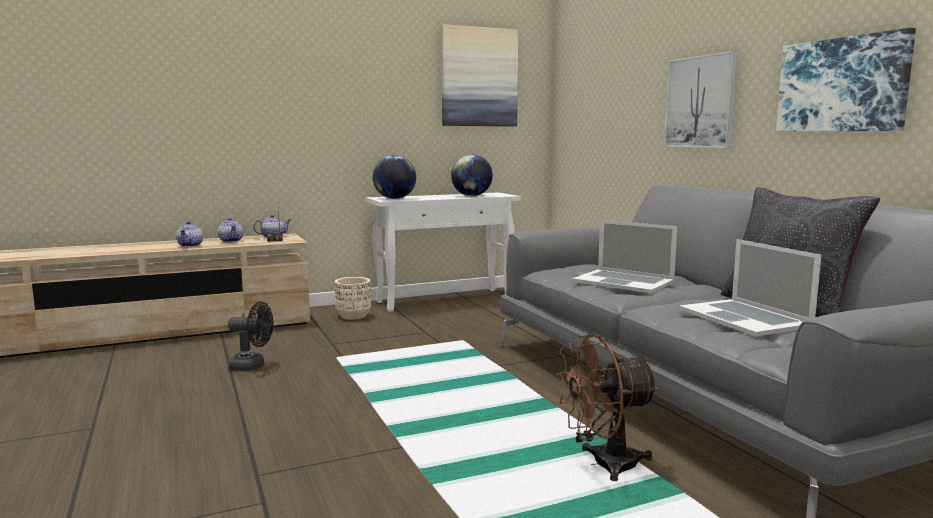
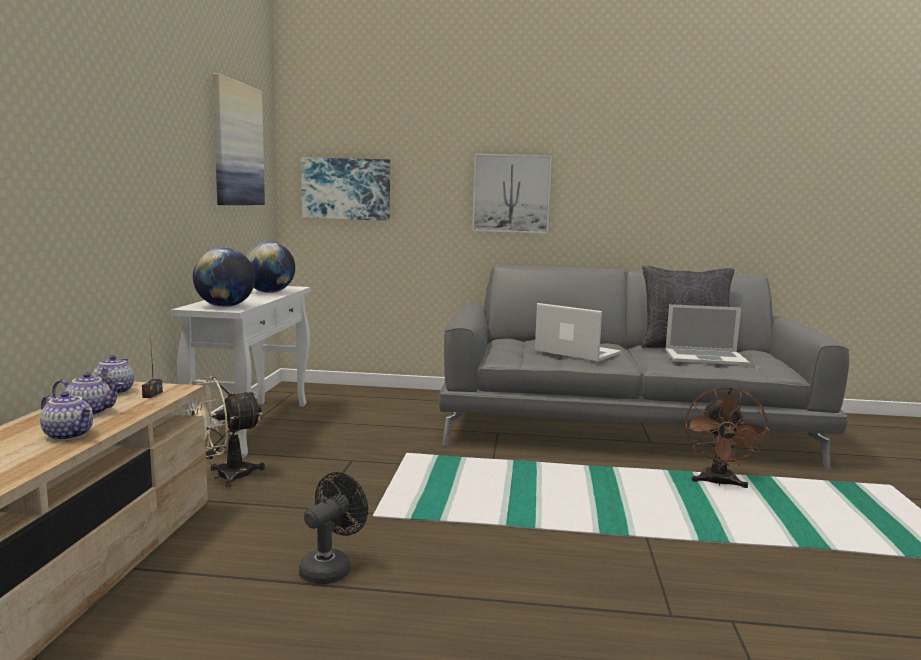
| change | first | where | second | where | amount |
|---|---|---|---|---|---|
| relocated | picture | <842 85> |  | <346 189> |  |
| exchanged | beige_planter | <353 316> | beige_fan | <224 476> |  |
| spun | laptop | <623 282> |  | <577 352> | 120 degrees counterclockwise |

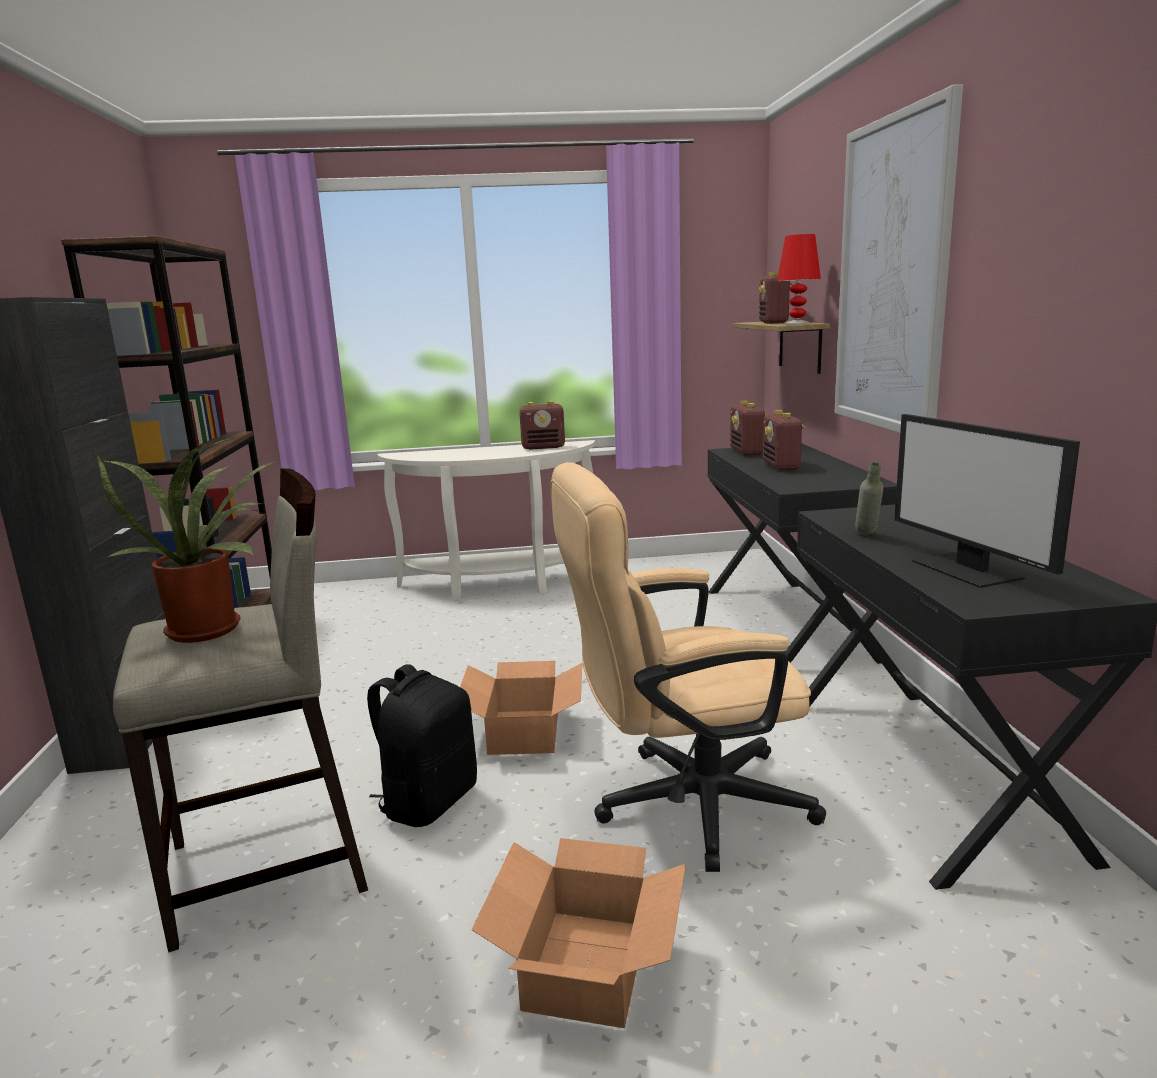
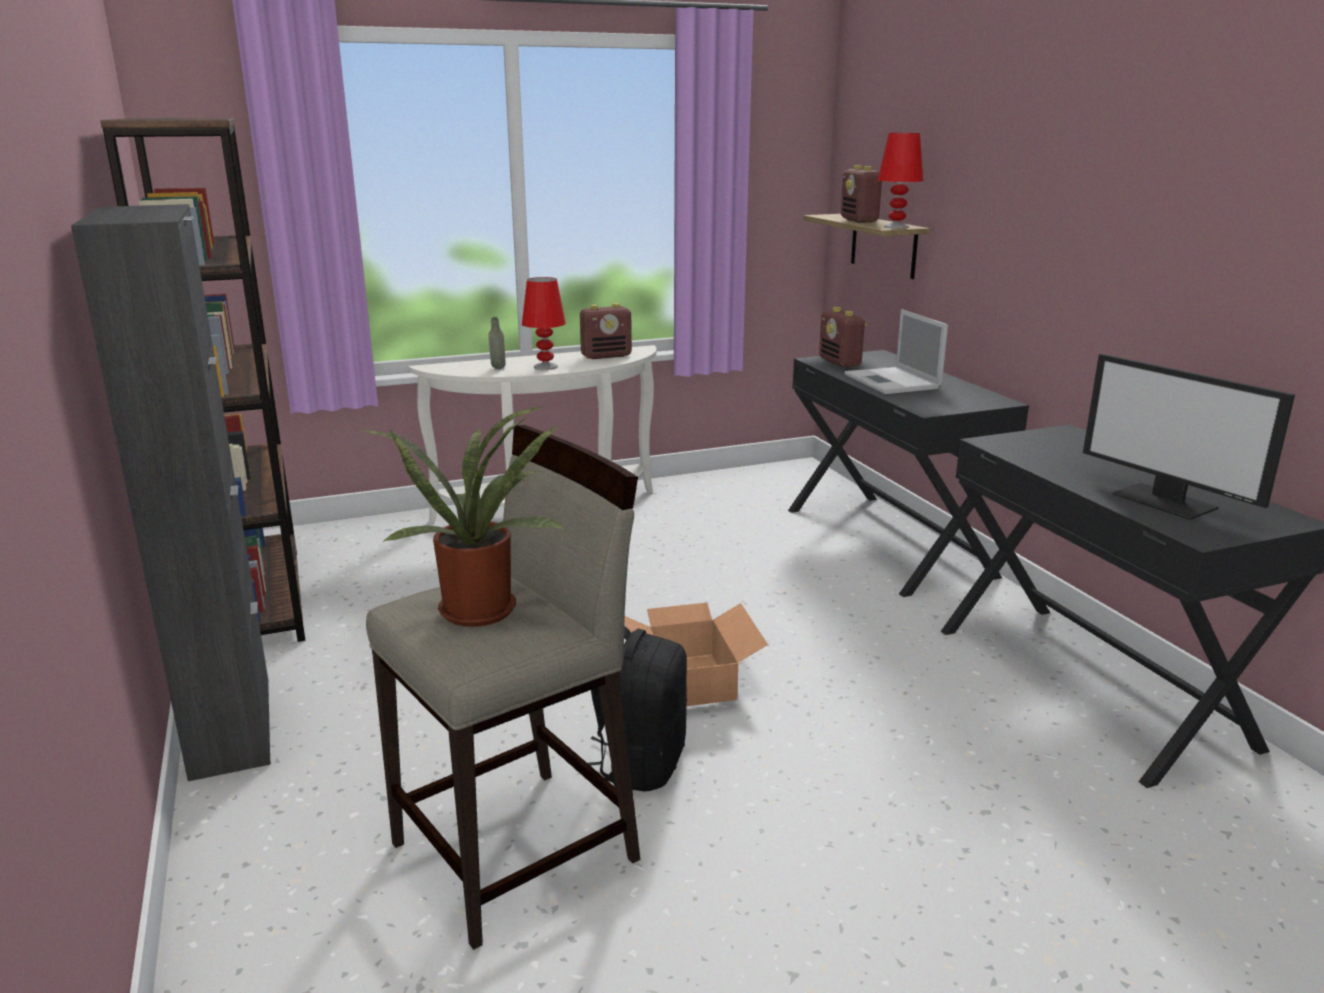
| change | first | where | second | where | amount |
|---|---|---|---|---|---|
| missing | cardboard_box | <584 967> |  |  |  |
| missing | beige_office_chair | <683 805> |  |  |  |
| missing | picture | <892 276> |  |  |  |
| appeared |  |  | red_table_lamp | <545 367> |  |
| relocated | grey_bottle | <867 536> |  | <498 369> |  |
| exchanged | radio | <781 466> | laptop | <893 382> |  |

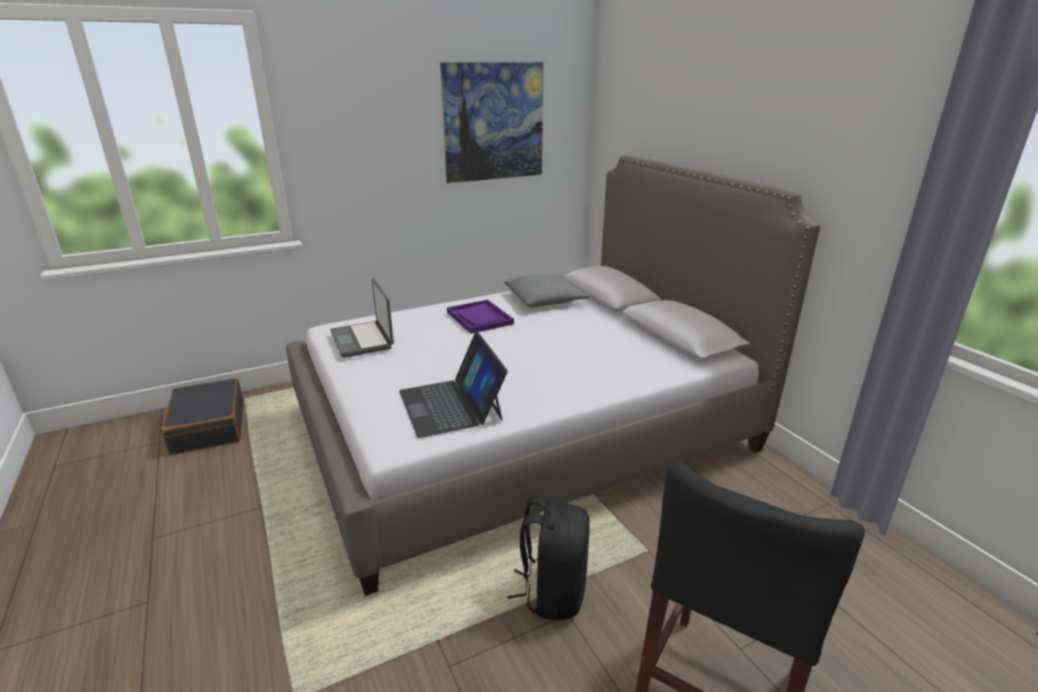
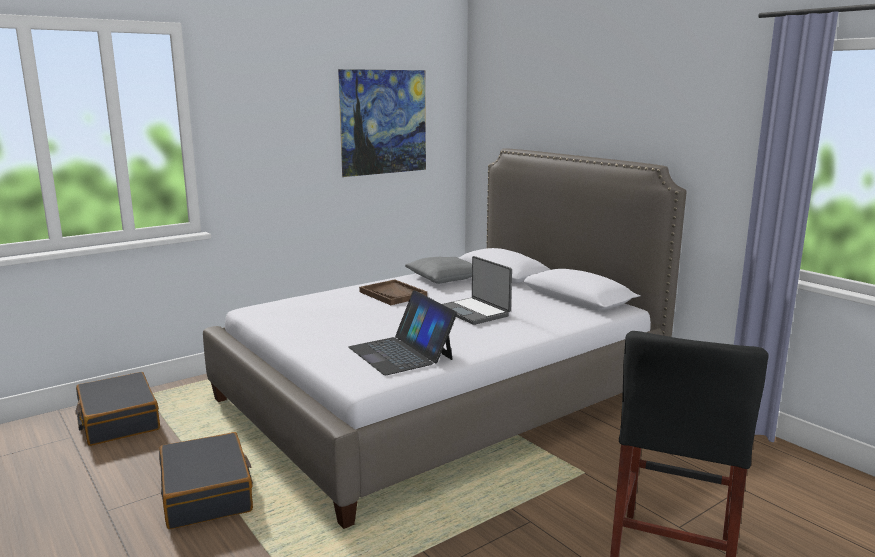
| change | first | where | second | where | amount |
|---|---|---|---|---|---|
| missing | black_backpack | <552 591> |  |  |  |
| appeared |  |  | black_suitcase | <207 493> |  |
| relocated | laptop | <363 340> |  | <474 312> |  |
| colour | purple_tray | <480 318> | brown_tray | <393 294> |  |

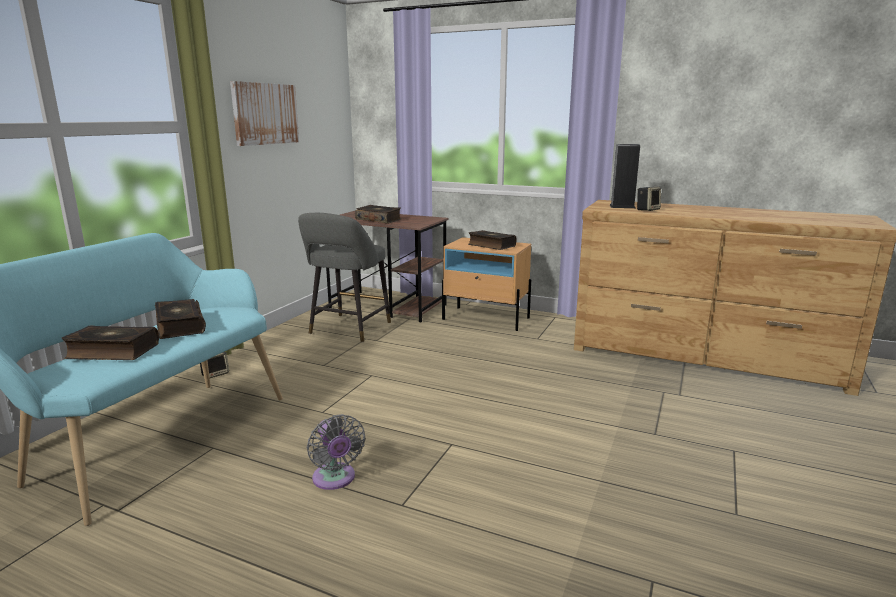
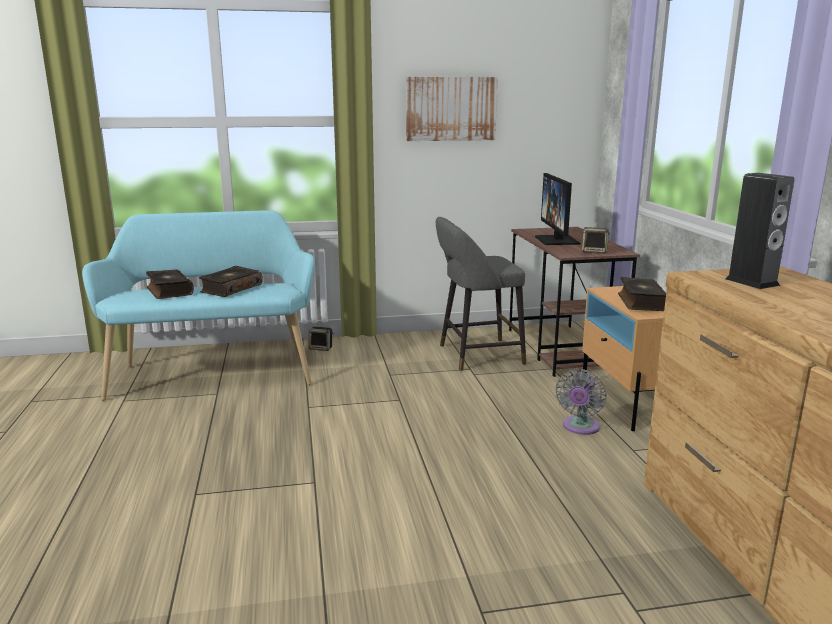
| change | first | where | second | where | amount |
|---|---|---|---|---|---|
| relocated | grey_fan | <335 479> |  | <580 428> |  |
| relocated | speaker | <647 210> |  | <594 252> |  |
| exchanged | book | <379 220> | monitor | <557 240> |  |

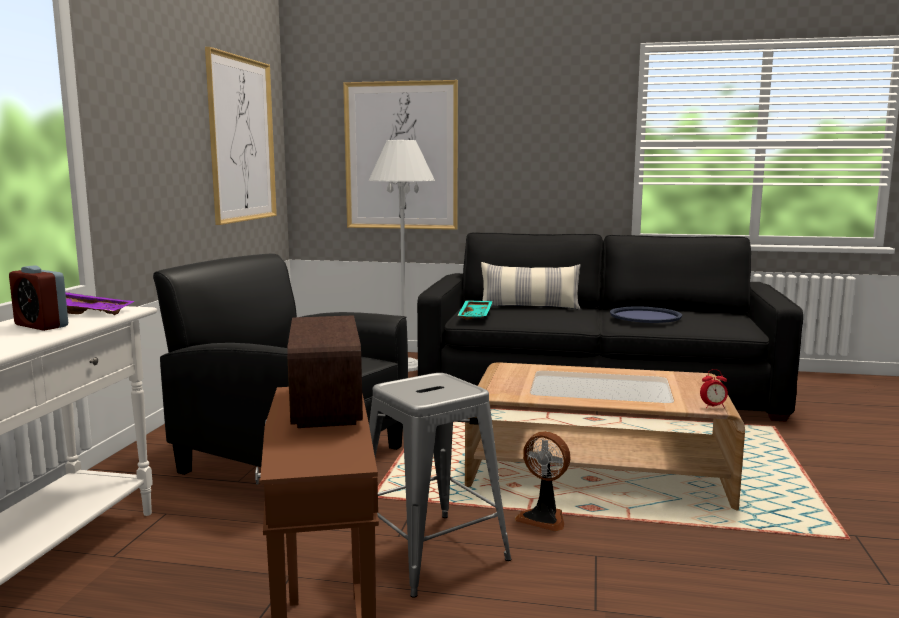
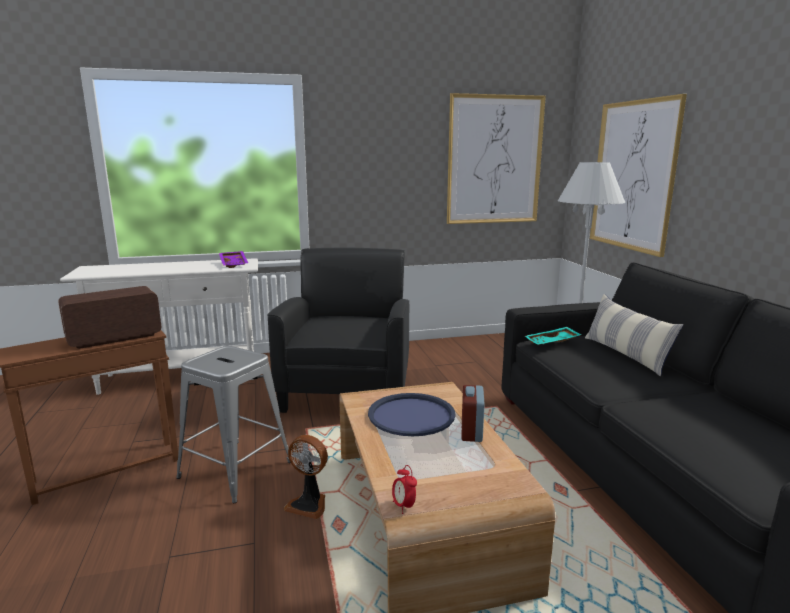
| change | first | where | second | where | amount |
|---|---|---|---|---|---|
| relocated | alarm_clock | <41 326> |  | <471 432> |  |
| relocated | blue_tray | <645 316> |  | <411 415> |  |
| spun | fan | <544 518> |  | <309 504> | 75 degrees counterclockwise |

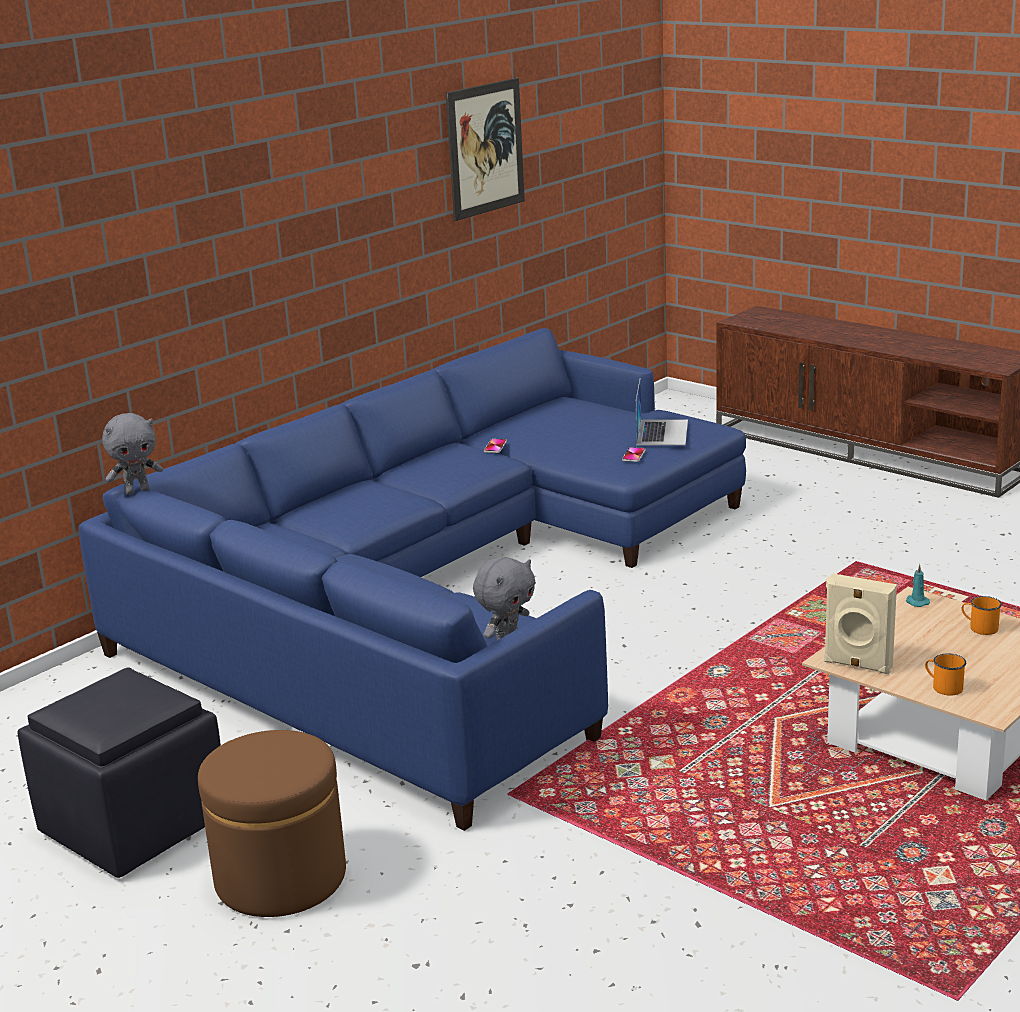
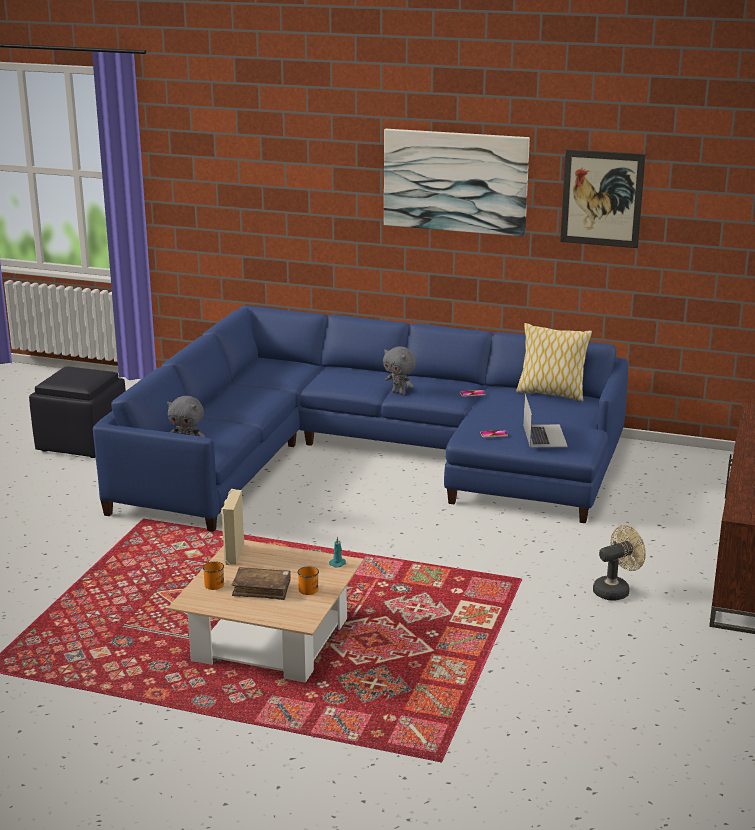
| change | first | where | second | where | amount |
|---|---|---|---|---|---|
| missing | brown_ottoman | <280 878> |  |  |  |
| appeared |  |  | brown_book | <262 589> |  |
| appeared |  |  | picture | <455 181> |  |
| appeared |  |  | pillow | <551 394> |  |
| appeared |  |  | beige_fan | <615 590> |  |
| relocated | grey_plush_toy | <137 491> |  | <399 393> |  |
| spun | laptop | <662 432> |  | <544 435> | 75 degrees counterclockwise |

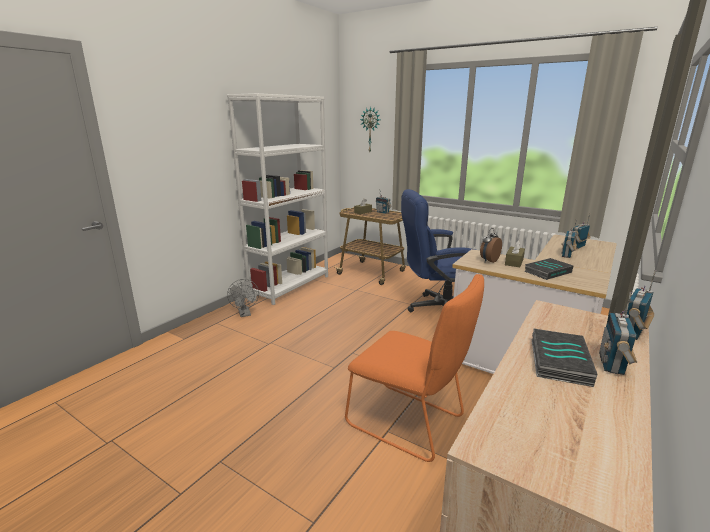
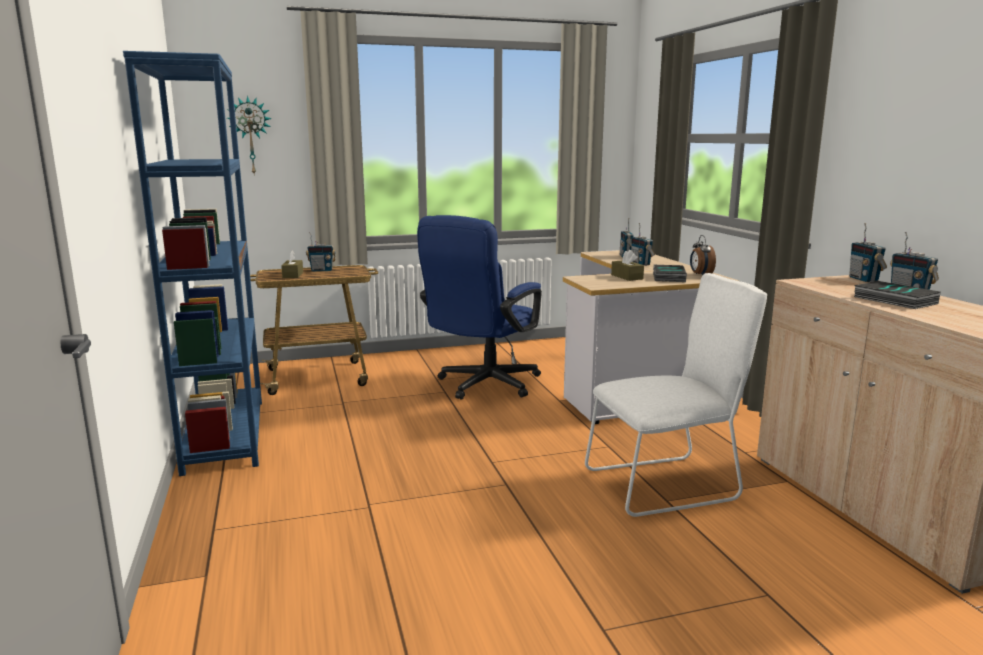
| change | first | where | second | where | amount |
|---|---|---|---|---|---|
| missing | grey_fan | <245 314> |  |  |  |
| relocated | alarm_clock | <488 261> |  | <700 275> |  |
| colour | white_bookcase | <290 286> | blue_bookcase | <225 435> |  |
| colour | orange_chair | <410 423> | white_chair | <667 484> |  |

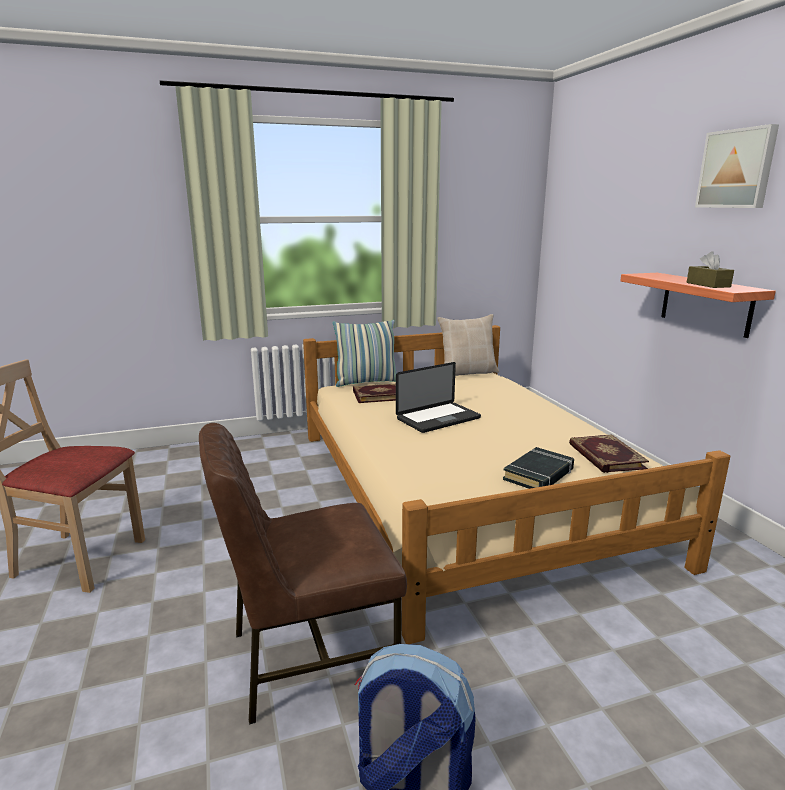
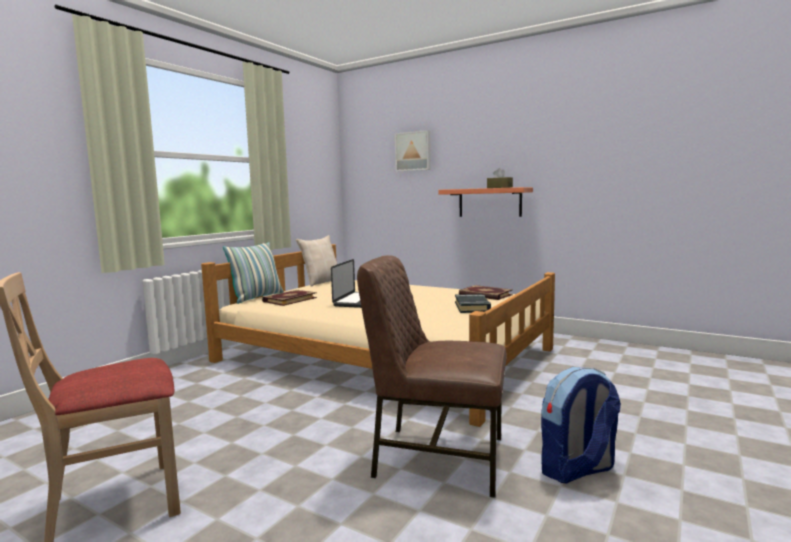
| change | first | where | second | where | amount |
|---|---|---|---|---|---|
| relocated | picture | <737 169> |  | <413 151> |  |
| spun | brown_chair | <309 656> |  | <437 457> | 75 degrees clockwise |

